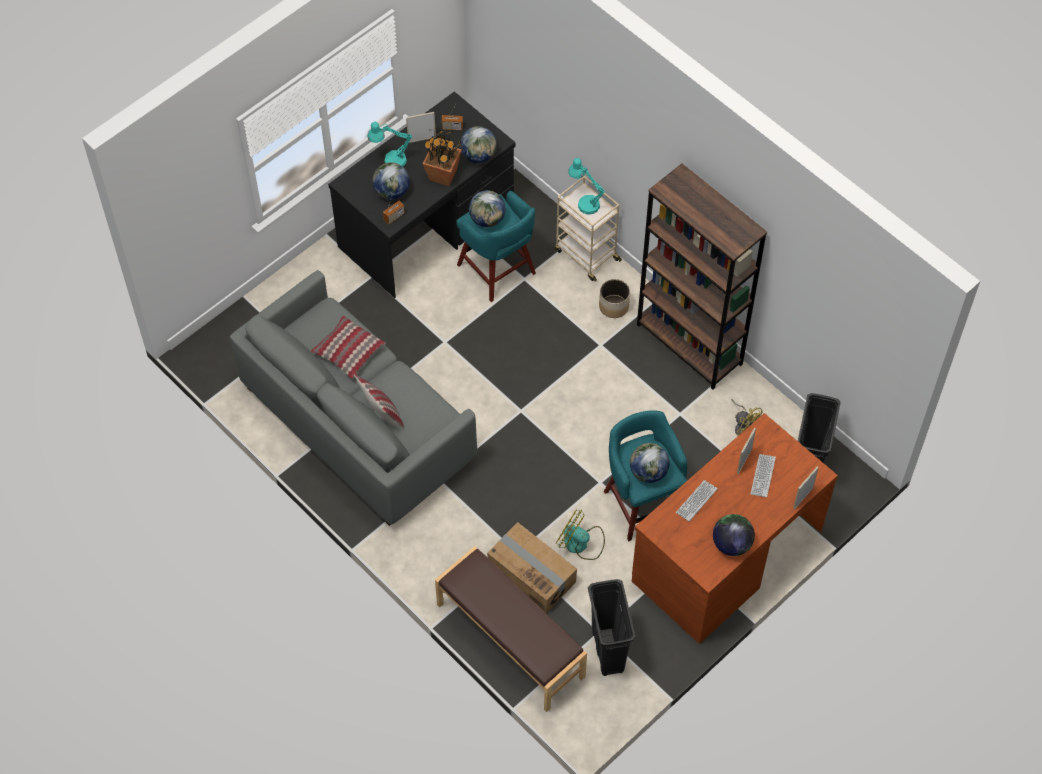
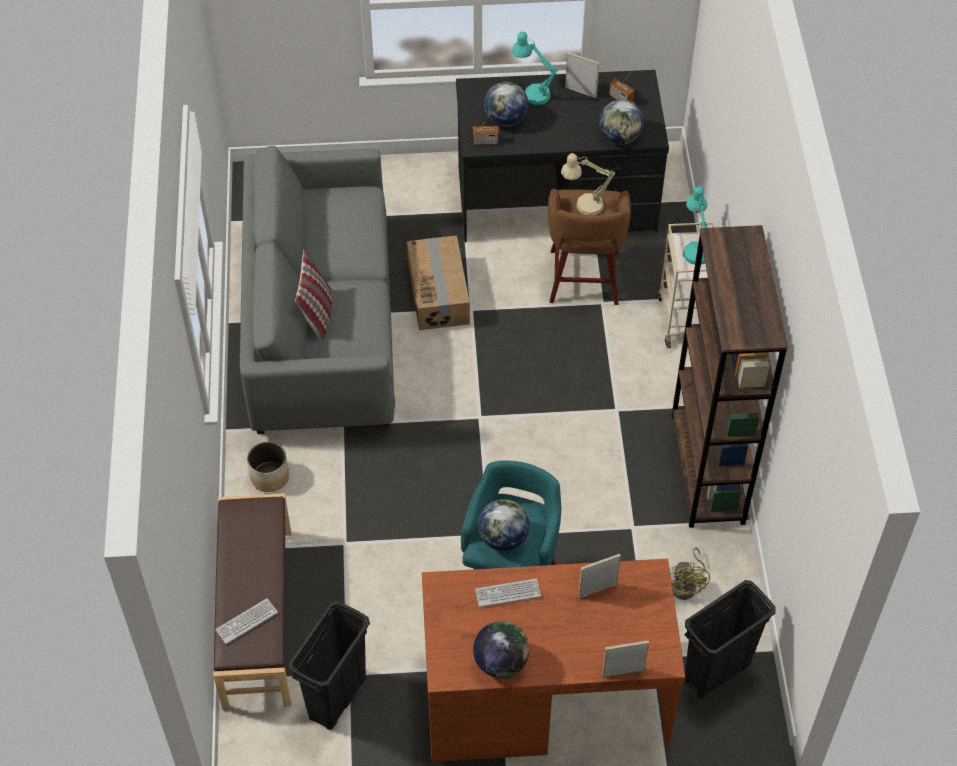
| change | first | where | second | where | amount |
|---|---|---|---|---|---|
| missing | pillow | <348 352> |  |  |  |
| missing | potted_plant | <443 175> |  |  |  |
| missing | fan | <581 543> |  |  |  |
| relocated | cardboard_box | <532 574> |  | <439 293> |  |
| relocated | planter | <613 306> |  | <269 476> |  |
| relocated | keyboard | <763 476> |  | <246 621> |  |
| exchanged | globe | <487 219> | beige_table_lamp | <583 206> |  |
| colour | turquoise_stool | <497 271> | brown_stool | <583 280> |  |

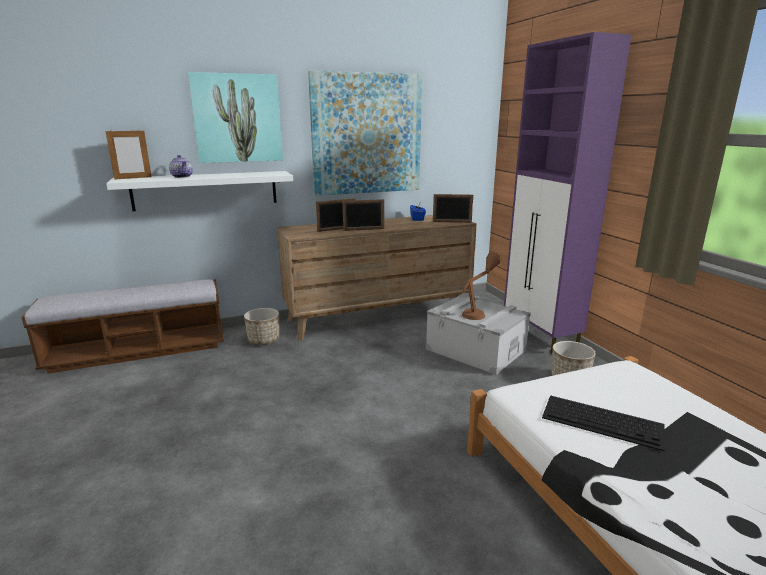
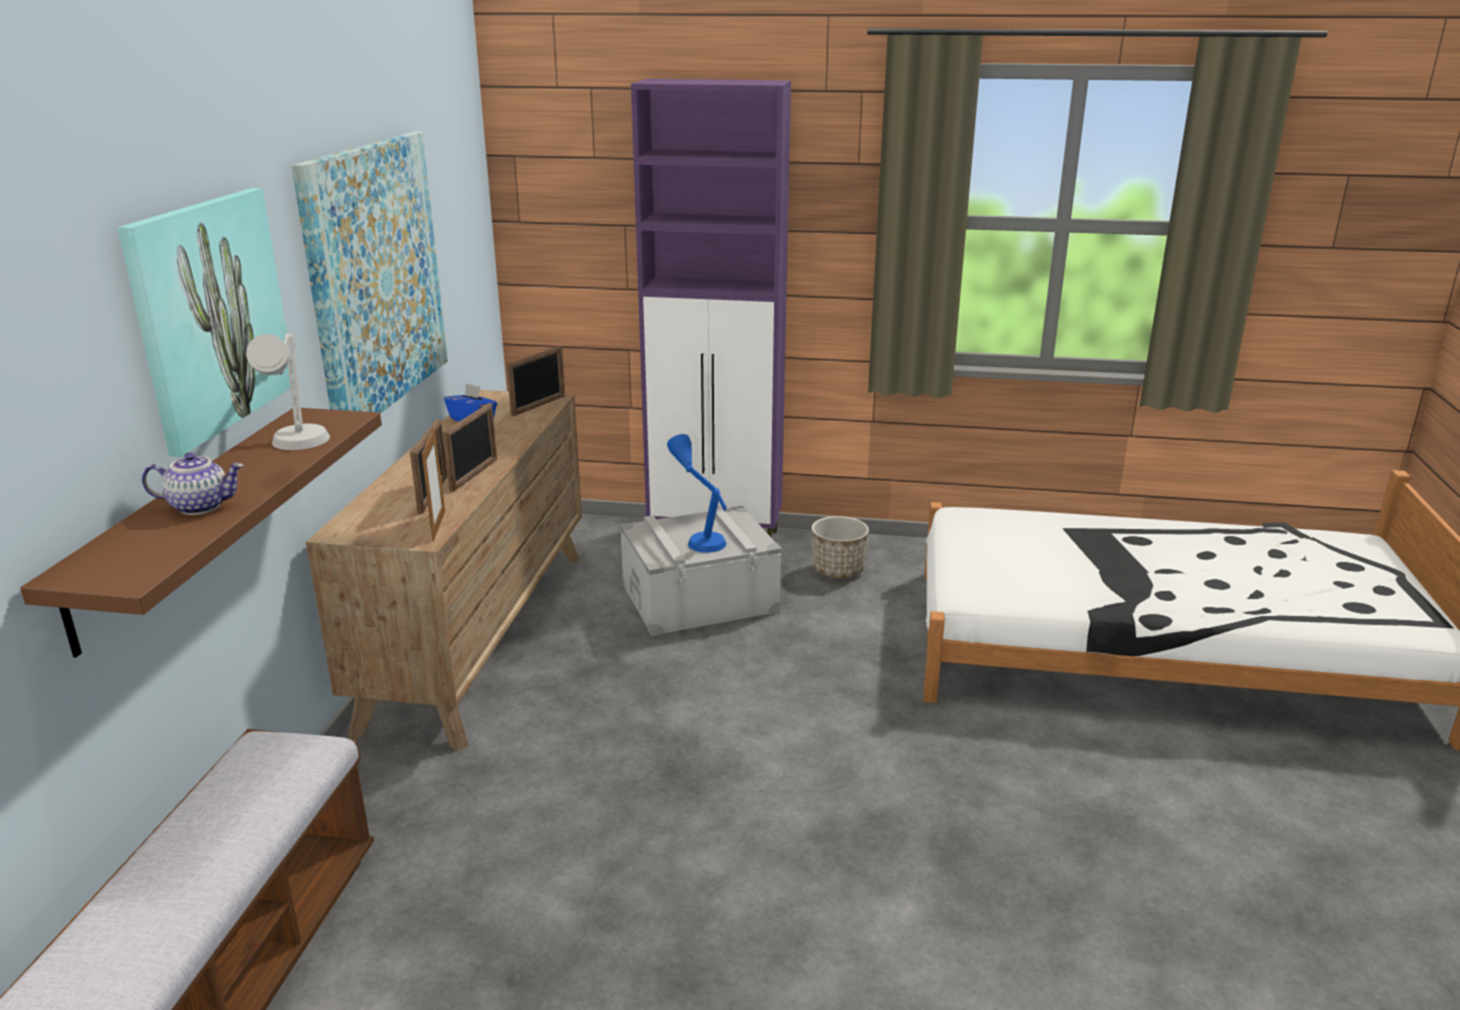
| change | first | where | second | where | amount |
|---|---|---|---|---|---|
| missing | planter | <264 340> |  |  |  |
| missing | keyboard | <603 421> |  |  |  |
| appeared |  |  | grey_table_lamp | <297 450> |  |
| relocated | picture_frame | <133 178> |  | <438 525> |  |
| colour | white_shelf | <206 190> | brown_shelf | <189 521> |  |
| colour | brown_table_lamp | <478 311> | blue_table_lamp | <699 535> |  |

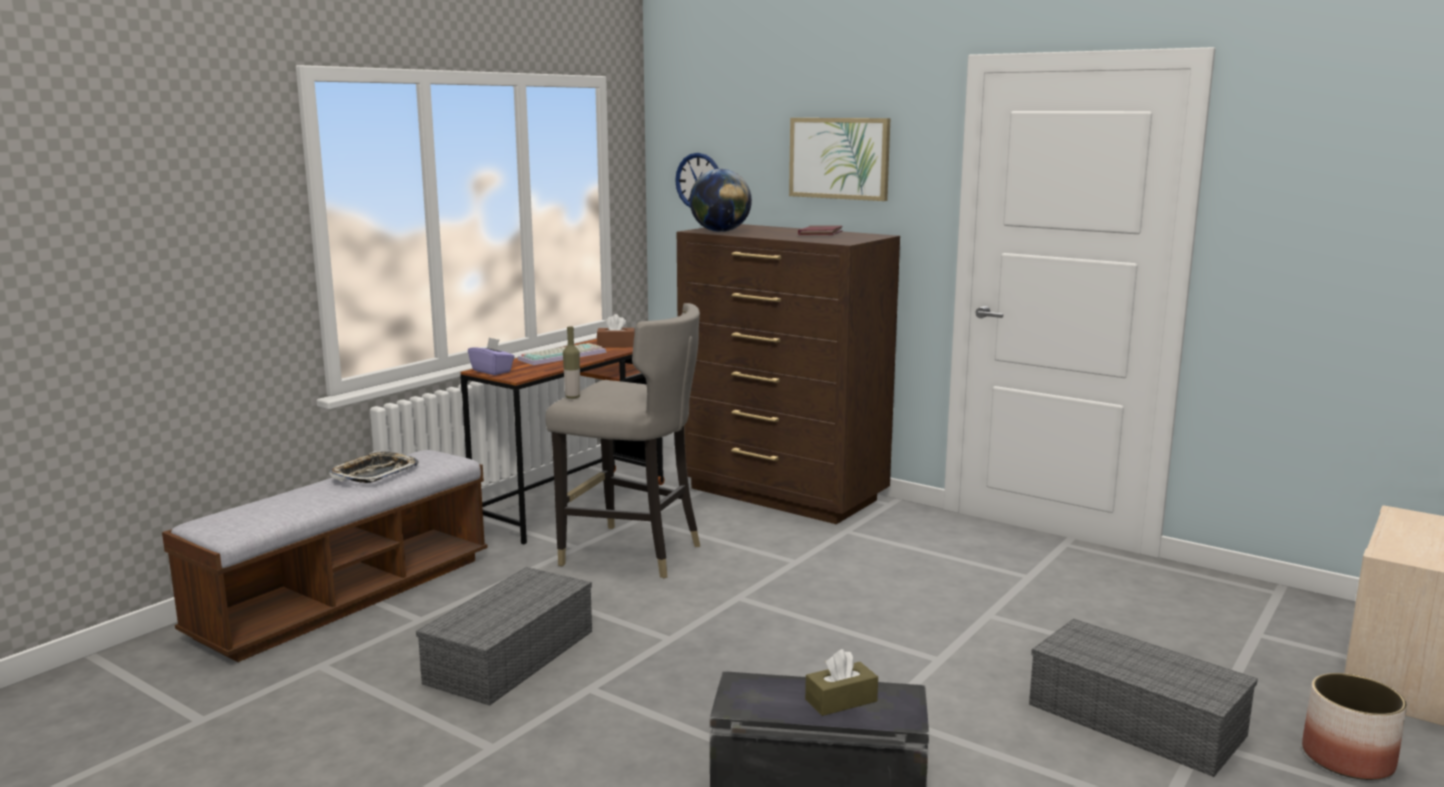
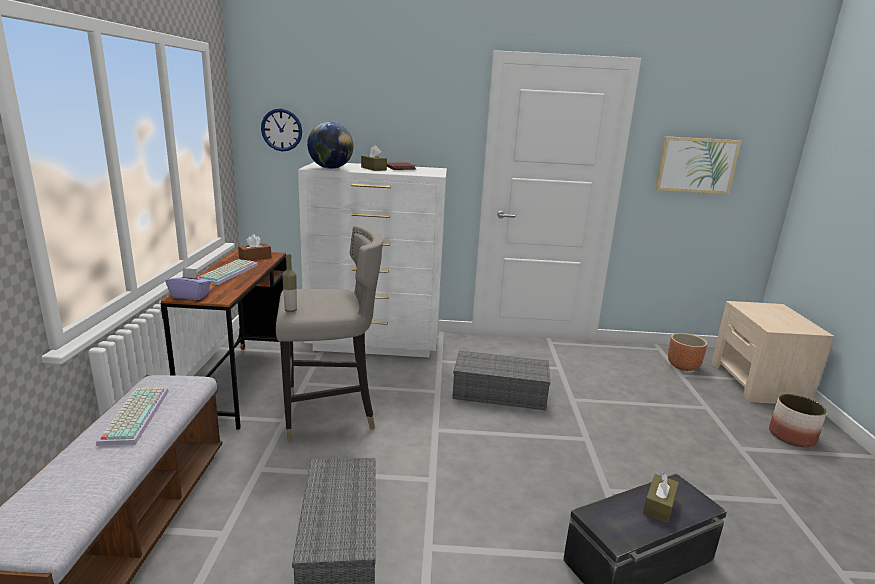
| change | first | where | second | where | amount |
|---|---|---|---|---|---|
| appeared |  |  | brown_tissue_box | <373 168> |  |
| appeared |  |  | brown_planter | <683 366> |  |
| relocated | picture | <839 158> |  | <696 165> |  |
| relocated | grey_storage_box | <1131 719> |  | <498 393> |  |
| exchanged | tray | <374 473> | keyboard | <134 415> |  |
| colour | brown_dresser | <782 495> | white_dresser | <375 343> |  |

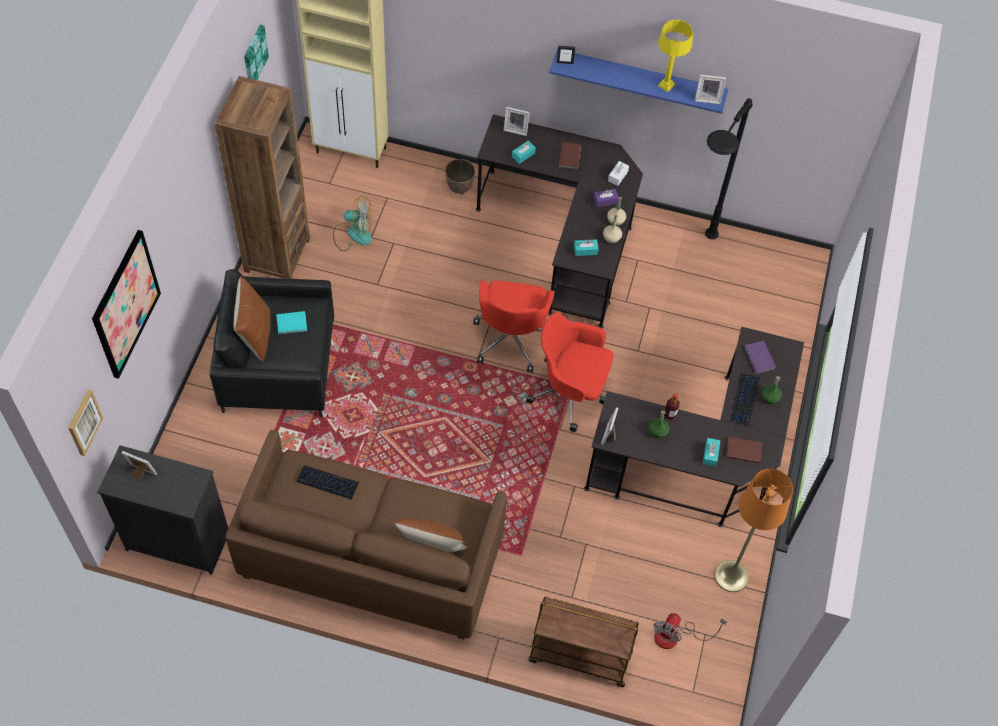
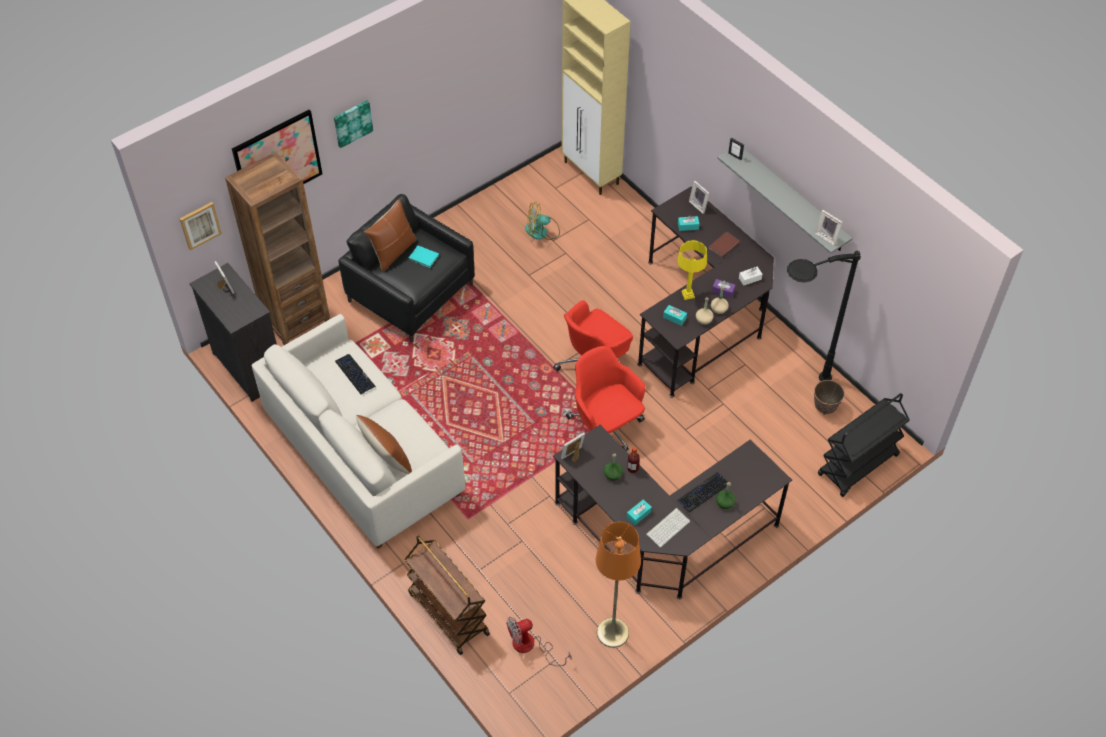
| change | first | where | second | where | amount |
|---|---|---|---|---|---|
| missing | purple_book | <759 358> |  |  |  |
| appeared |  |  | black_cart | <858 466> |  |
| relocated | brown_bookcase | <277 254> |  | <296 319> |  |
| relocated | picture | <254 55> |  | <352 123> |  |
| relocated | planter | <459 188> |  | <825 408> |  |
| relocated | yellow_table_lamp | <666 85> |  | <688 295> |  |
| exchanged | brown_book | <743 450> | keyboard | <667 527> |  |
| colour | brown_sofa | <371 557> | white_sofa | <363 455> |  |
| colour | blue_shelf | <640 79> | grey_shelf | <792 199> |  |
| spun | fan | <353 234> |  | <542 231> | 135 degrees clockwise |

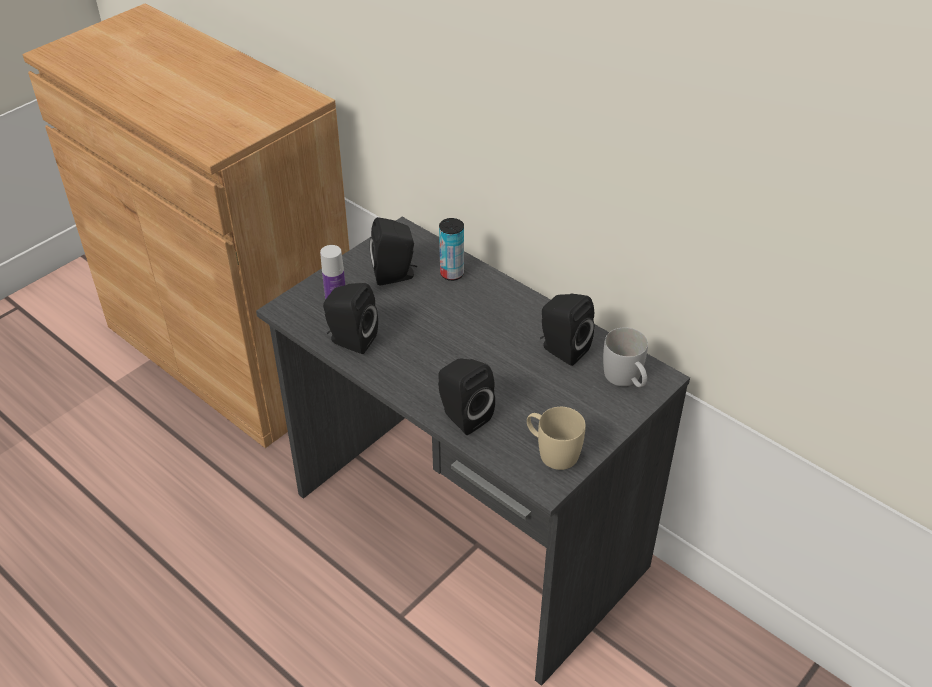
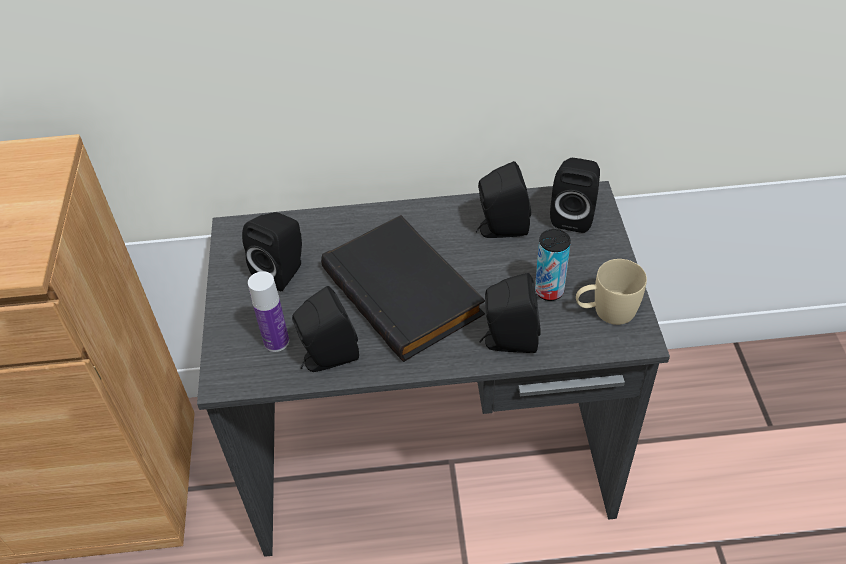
| change | first | where | second | where | amount |
|---|---|---|---|---|---|
| appeared |  |  | black_book | <405 291> |  |
| relocated | can | <452 274> |  | <549 291> |  |
| exchanged | white_mug | <626 379> | black_speaker | <574 215> |  |

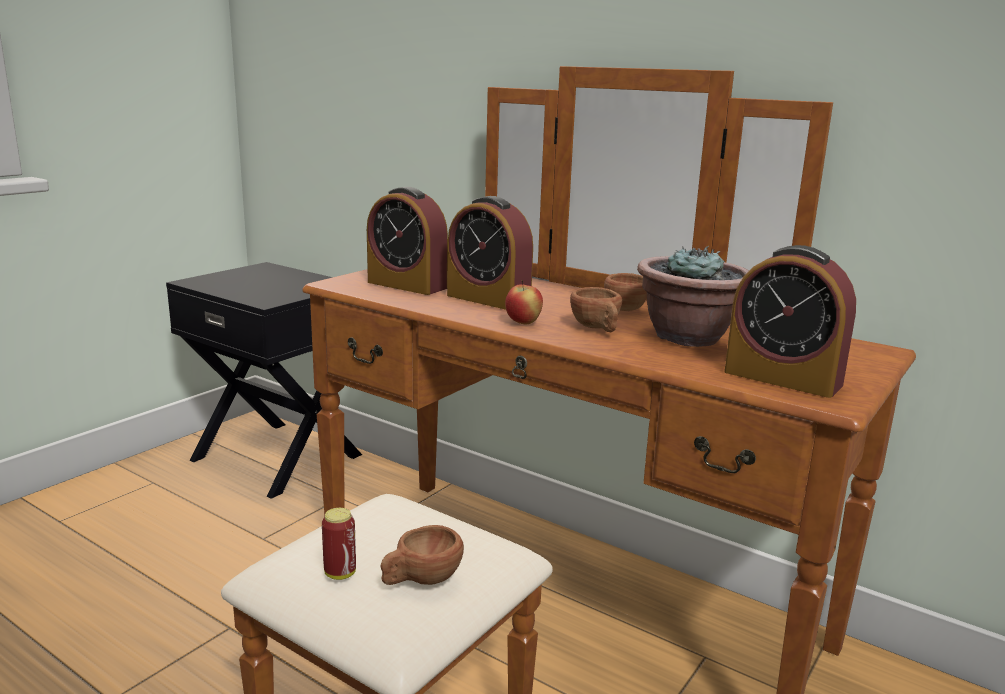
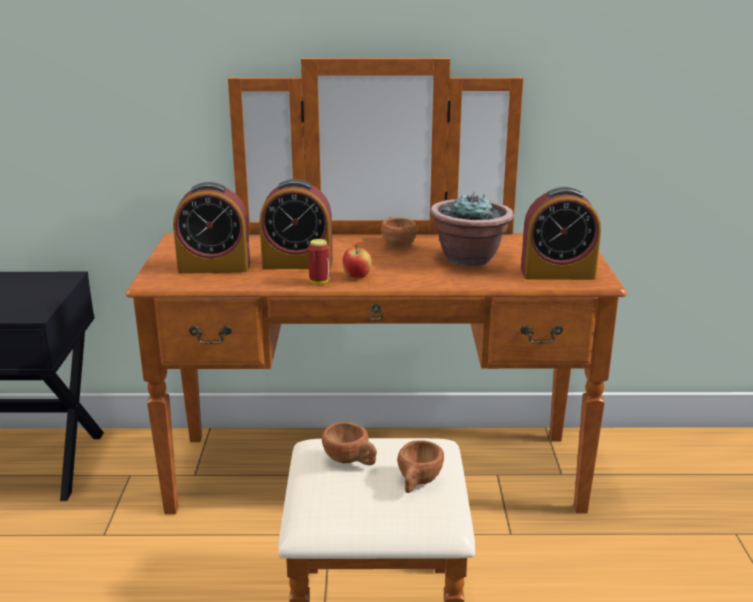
| change | first | where | second | where | amount |
|---|---|---|---|---|---|
| relocated | can | <340 573> |  | <319 282> |  |
| relocated | brown_cup | <597 329> |  | <351 460> |  |

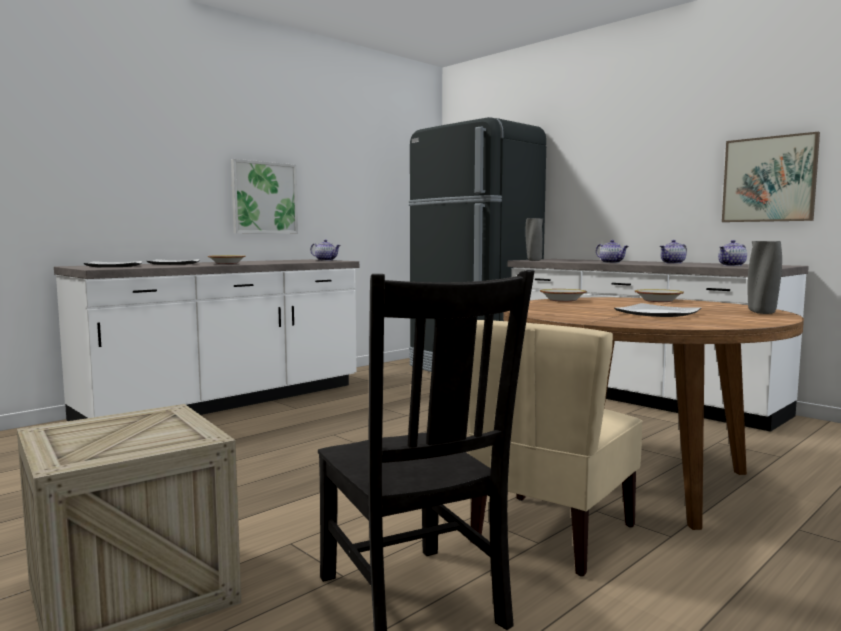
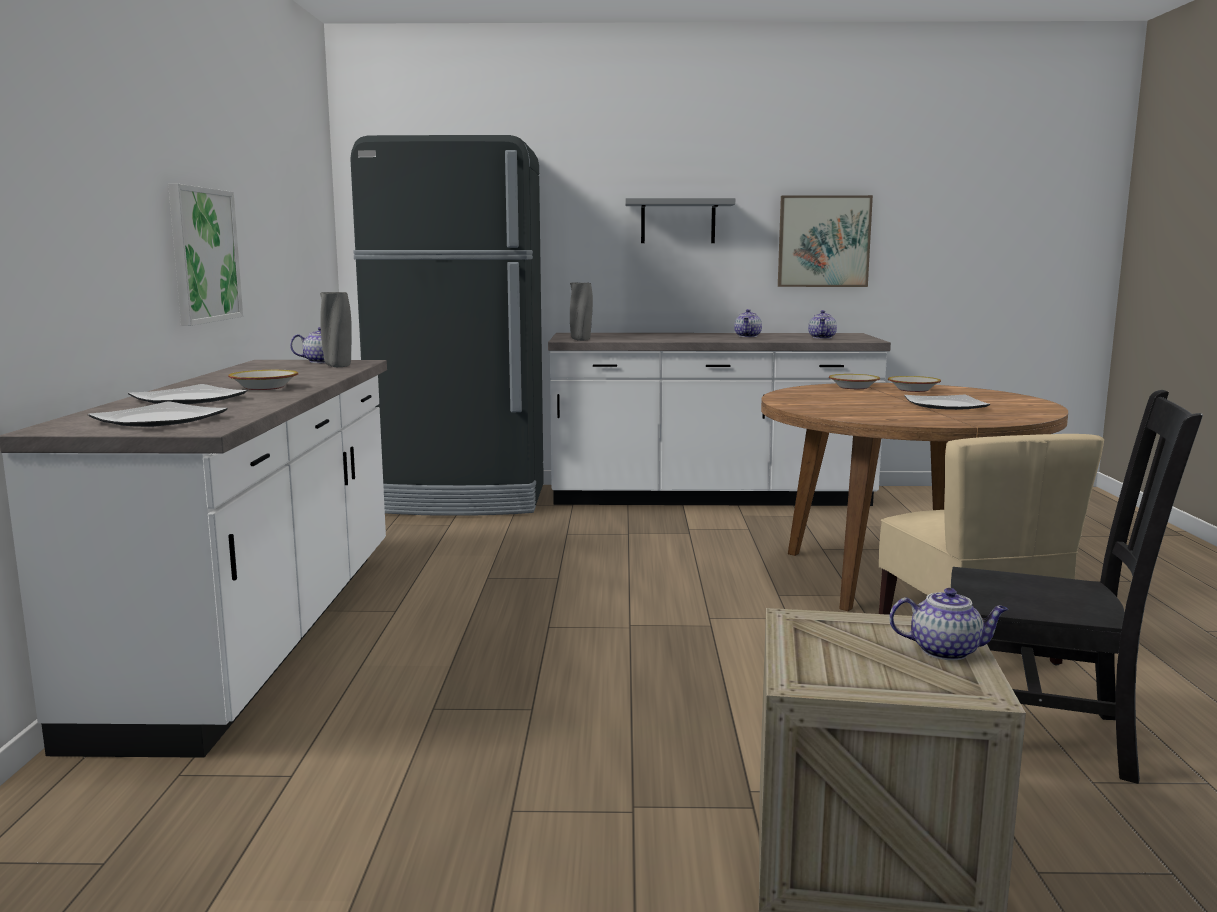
| change | first | where | second | where | amount |
|---|---|---|---|---|---|
| appeared |  |  | grey_shelf | <678 221> |  |
| relocated | bowl | <562 300> |  | <913 390> |  |
| relocated | teapot | <612 262> |  | <946 651> |  |
| relocated | grey_vase | <762 312> |  | <338 366> |  |

